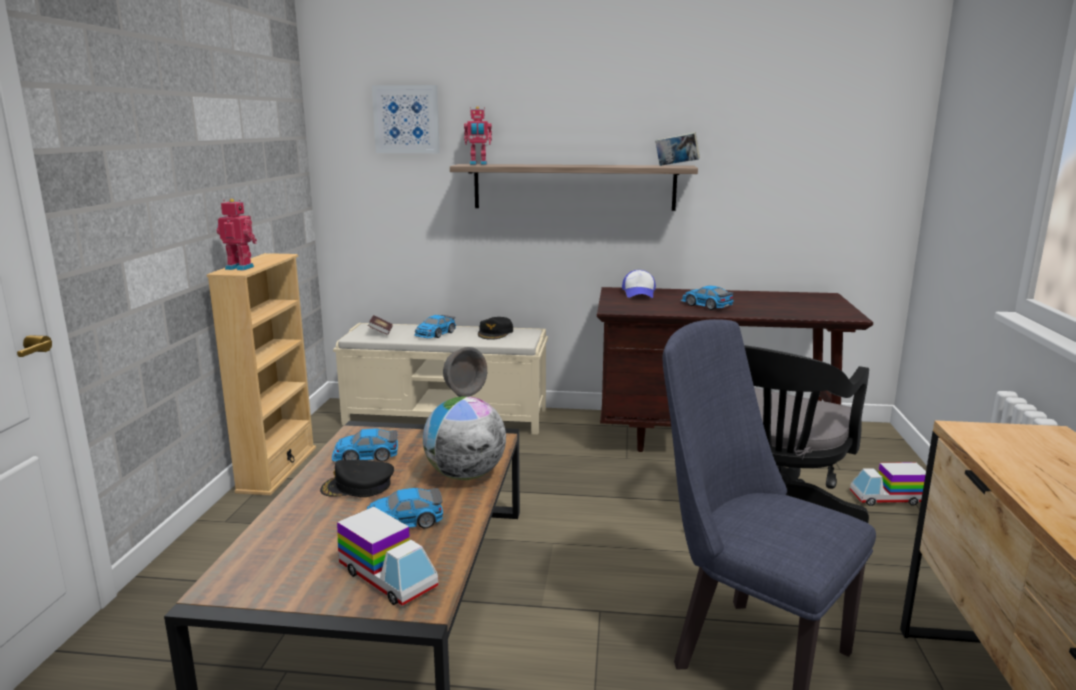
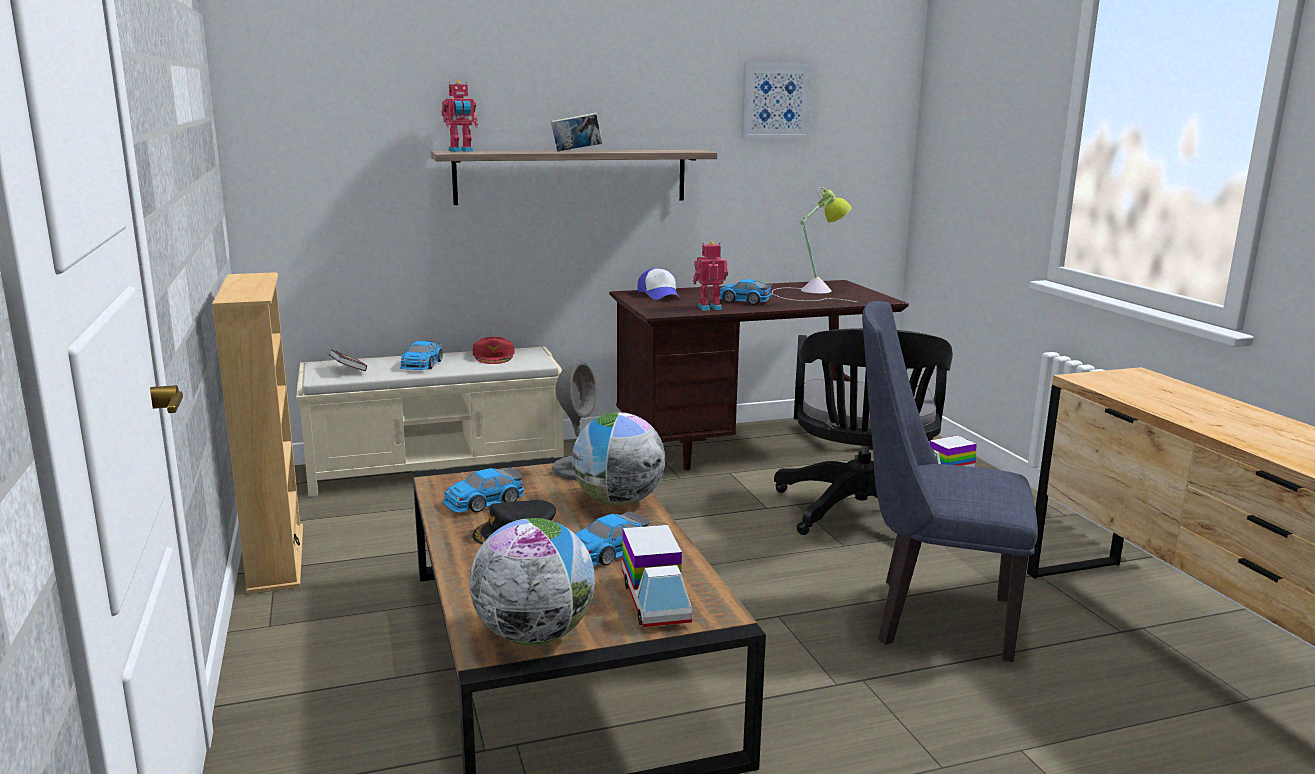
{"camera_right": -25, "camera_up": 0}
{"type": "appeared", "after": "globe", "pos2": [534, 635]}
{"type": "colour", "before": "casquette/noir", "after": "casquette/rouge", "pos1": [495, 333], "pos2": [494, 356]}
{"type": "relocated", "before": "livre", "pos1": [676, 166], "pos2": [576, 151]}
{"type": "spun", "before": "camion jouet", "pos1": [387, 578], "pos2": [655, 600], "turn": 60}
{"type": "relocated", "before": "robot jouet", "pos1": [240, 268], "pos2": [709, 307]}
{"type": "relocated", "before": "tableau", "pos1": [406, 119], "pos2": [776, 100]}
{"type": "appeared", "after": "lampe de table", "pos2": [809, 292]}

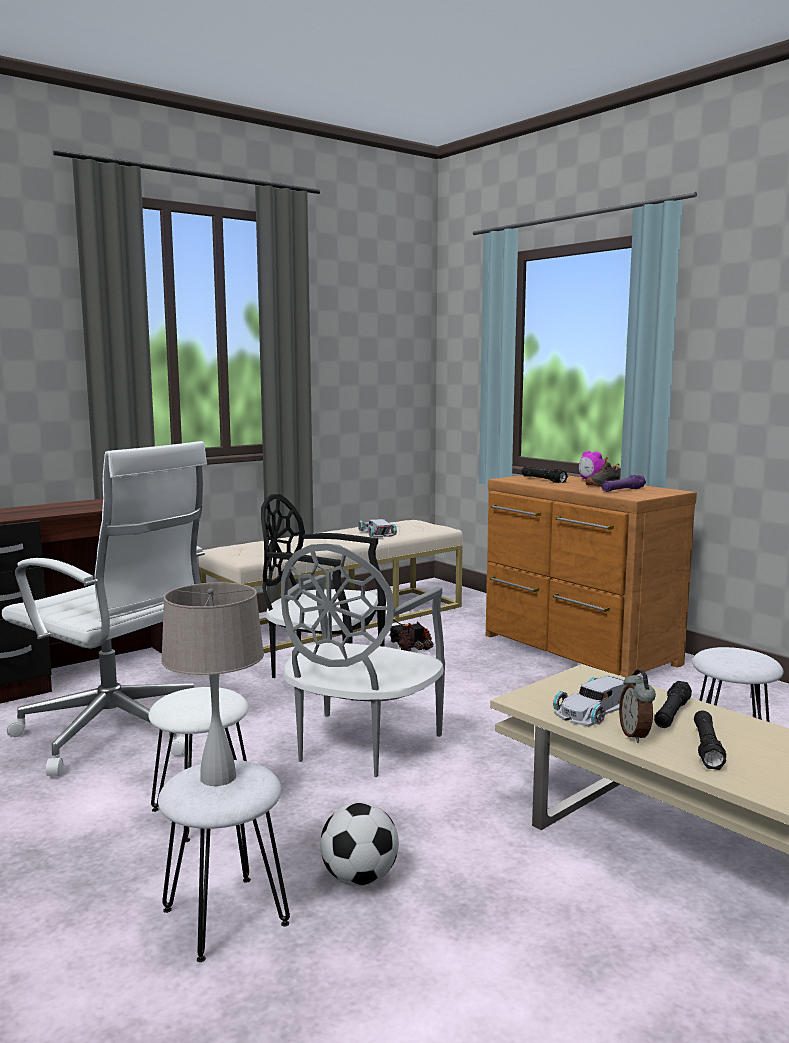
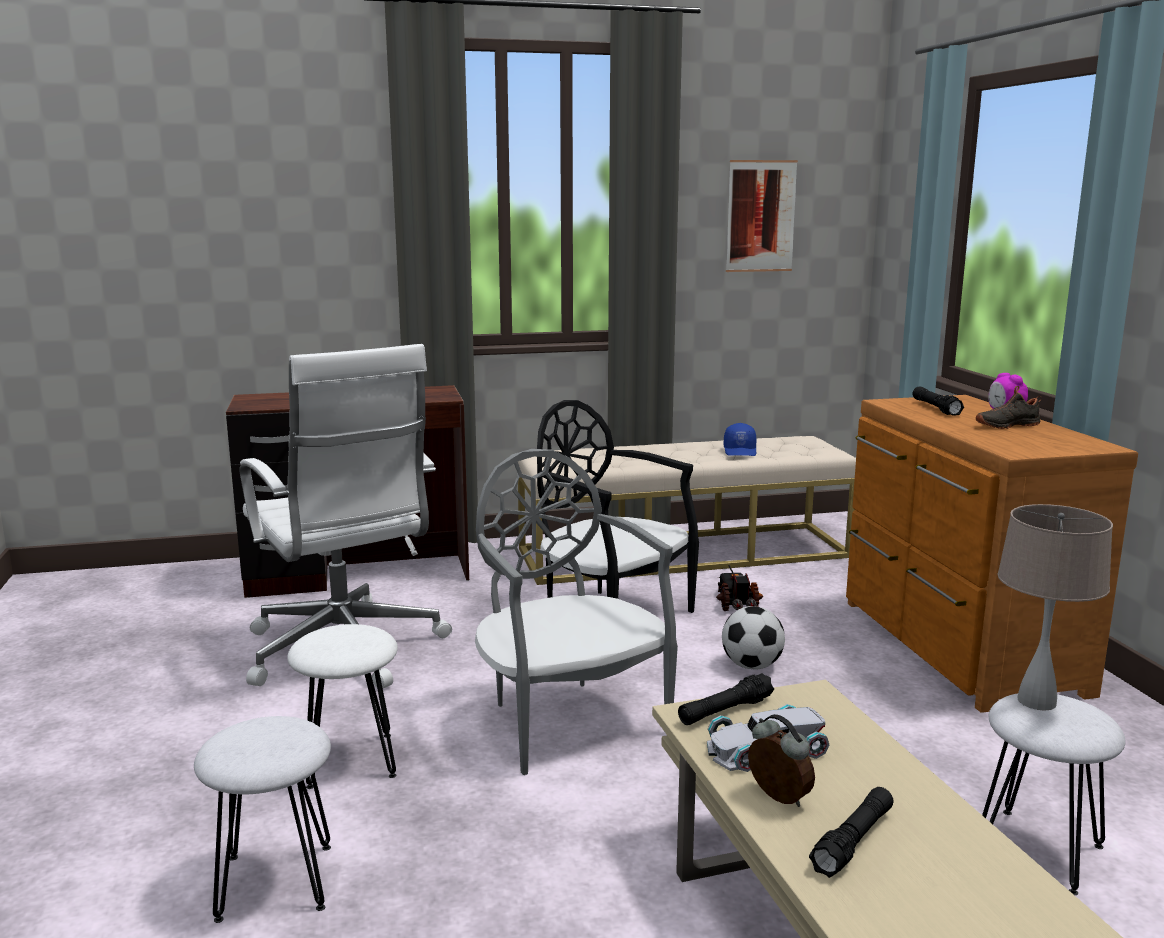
{"camera_right": 25, "camera_up": 5}
{"type": "spun", "before": "chaise/gris", "pos1": [359, 746], "pos2": [568, 720], "turn": 105}
{"type": "relocated", "before": "lampe de poche/noir", "pos1": [672, 714], "pos2": [725, 711]}
{"type": "relocated", "before": "ballon de foot", "pos1": [360, 878], "pos2": [752, 666]}
{"type": "exchanged", "before": "petite voiture/blanc", "after": "casquette/bleu", "pos1": [377, 532], "pos2": [740, 451]}
{"type": "appeared", "after": "tableau", "pos2": [761, 216]}
{"type": "spun", "before": "réveil", "pos1": [636, 735], "pos2": [777, 799], "turn": 120}
{"type": "relocated", "before": "lampe de table/beige", "pos1": [217, 777], "pos2": [1036, 701]}
{"type": "missing", "before": "lampe de poche/violet", "pos1": [622, 490]}

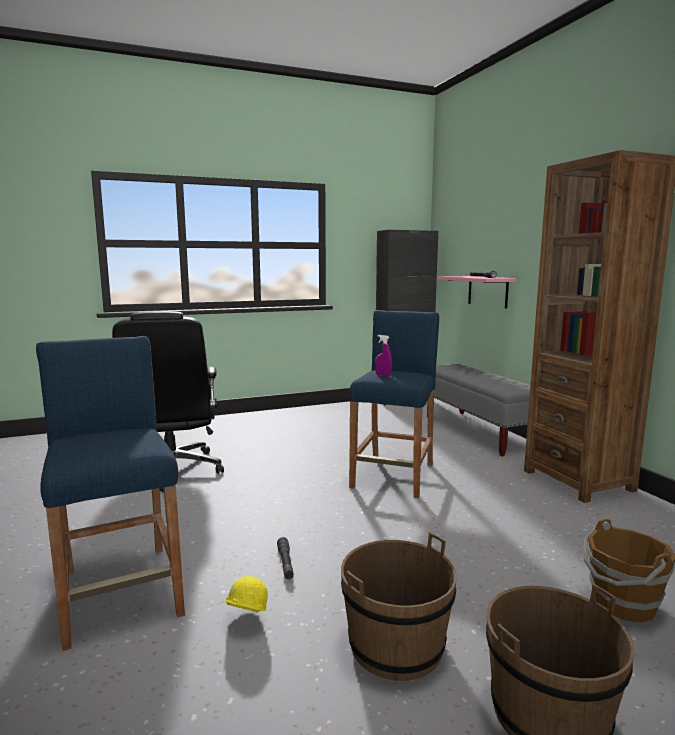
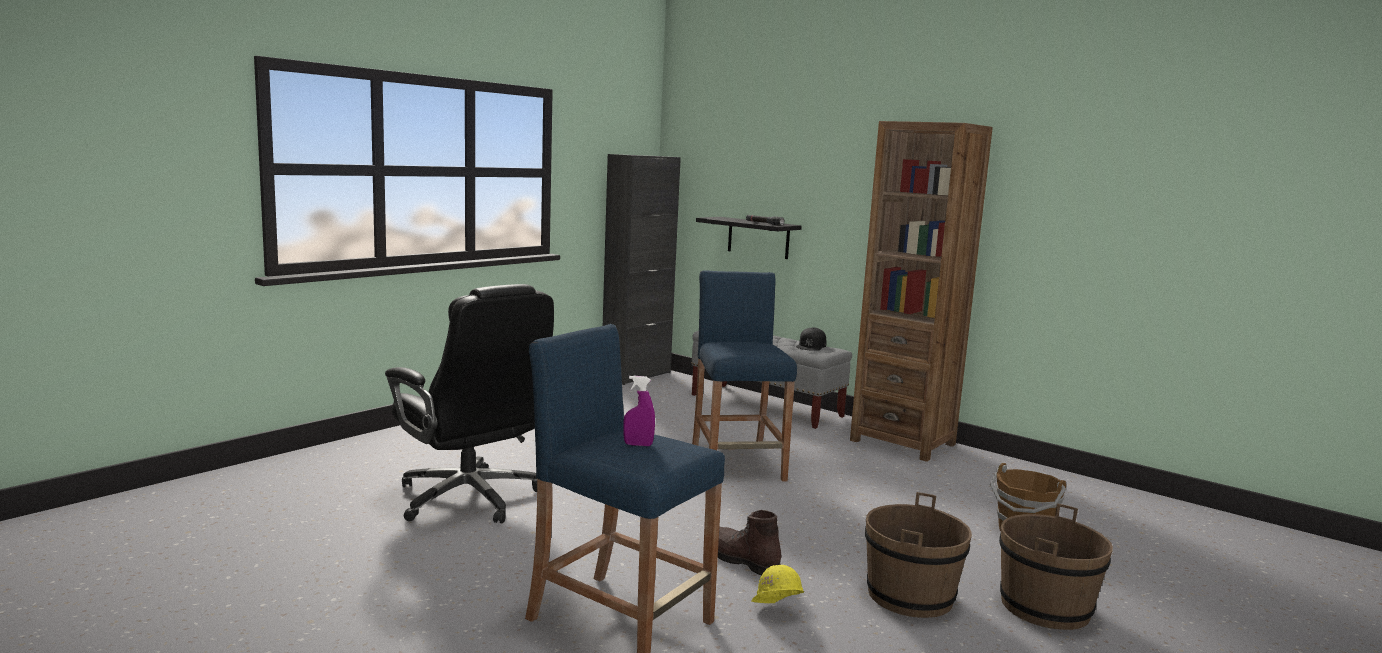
{"camera_right": -30, "camera_up": 0}
{"type": "relocated", "before": "vaporisateur/violet", "pos1": [383, 375], "pos2": [638, 445]}
{"type": "colour", "before": "étagère/rose", "after": "étagère/noir", "pos1": [487, 291], "pos2": [758, 238]}
{"type": "exchanged", "before": "lampe de poche/noir", "after": "botte/marron", "pos1": [285, 563], "pos2": [743, 561]}
{"type": "appeared", "after": "casquette/noir", "pos2": [811, 346]}

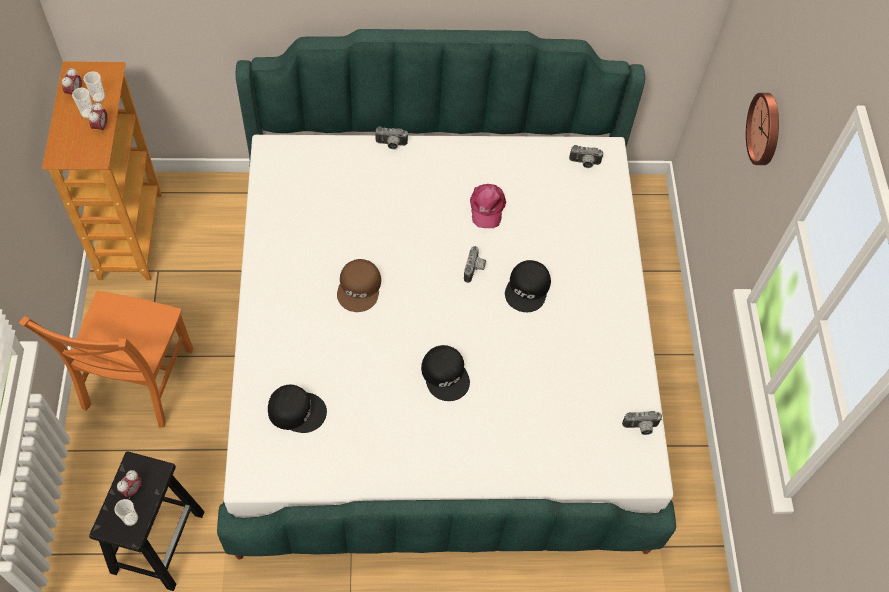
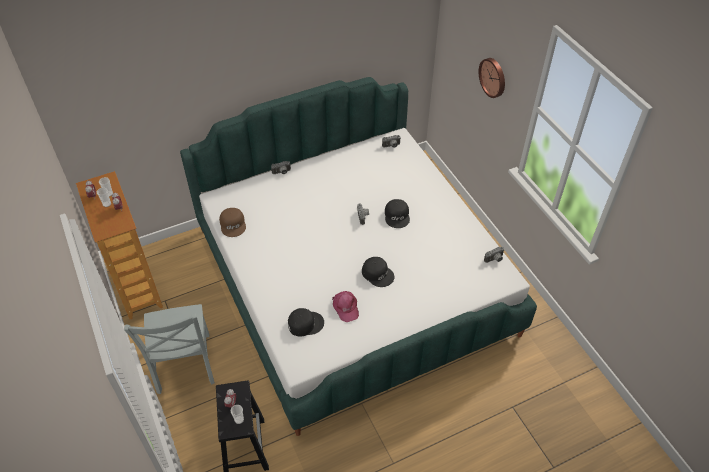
{"camera_right": -20, "camera_up": -10}
{"type": "colour", "before": "chaise/orange", "after": "chaise/gris", "pos1": [136, 383], "pos2": [184, 366]}
{"type": "relocated", "before": "casquette/marron", "pos1": [360, 288], "pos2": [233, 224]}
{"type": "relocated", "before": "casquette/rose", "pos1": [486, 207], "pos2": [345, 307]}

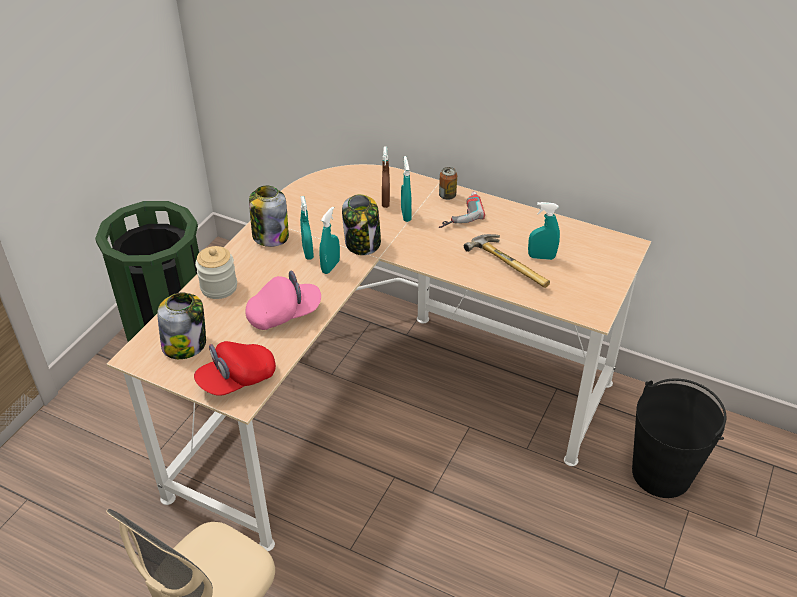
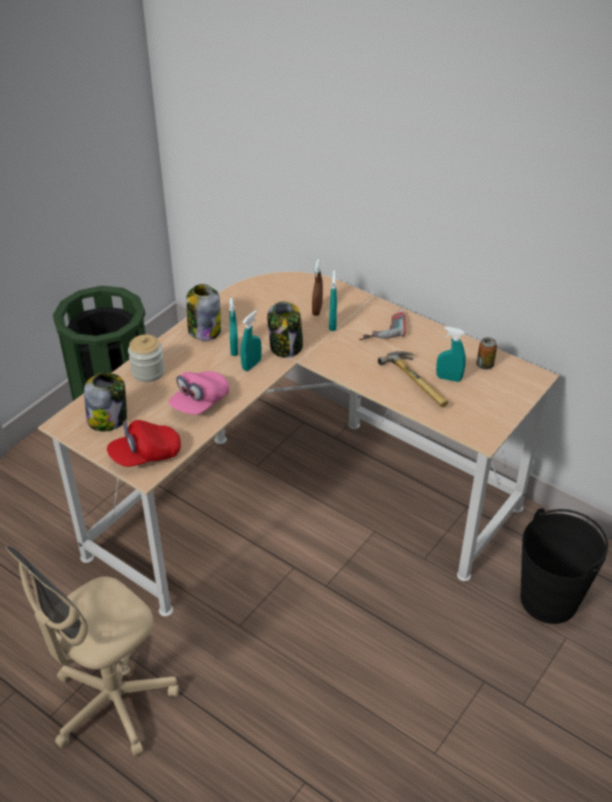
{"camera_right": 10, "camera_up": 0}
{"type": "spun", "before": "casquette/rose", "pos1": [284, 314], "pos2": [200, 403], "turn": 135}
{"type": "relocated", "before": "boîte métallique", "pos1": [447, 196], "pos2": [485, 365]}

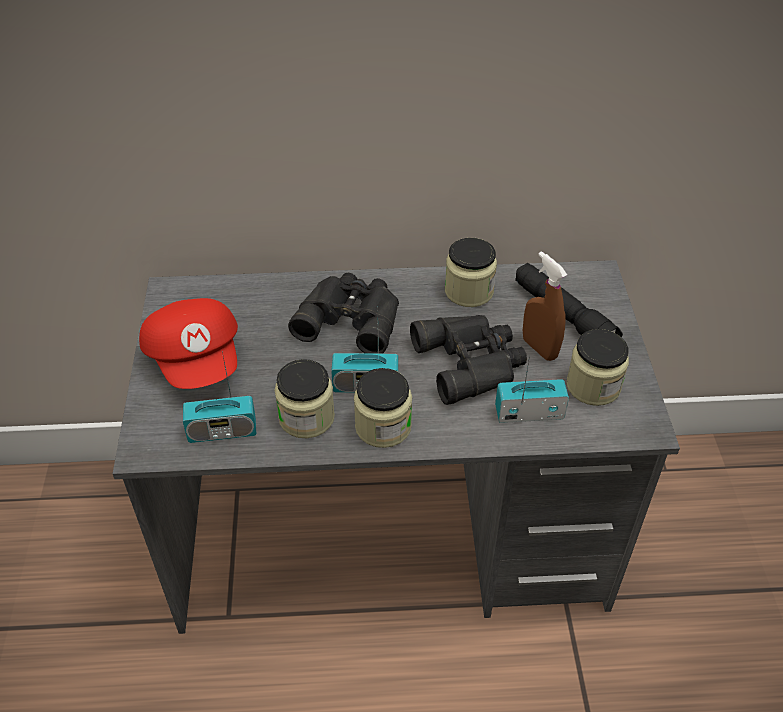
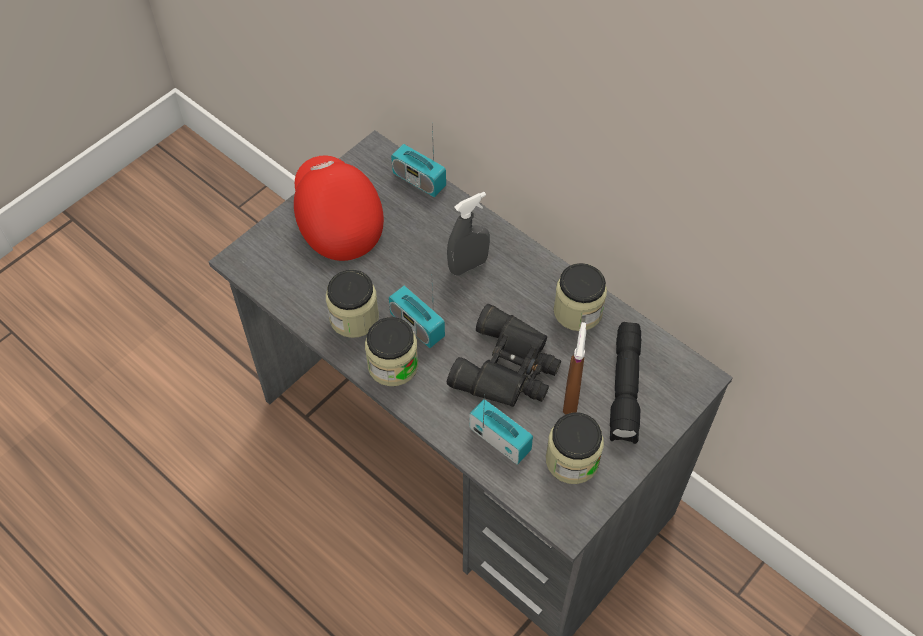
{"camera_right": 45, "camera_up": 10}
{"type": "spun", "before": "casquette/rouge", "pos1": [197, 359], "pos2": [336, 219], "turn": 135}
{"type": "relocated", "before": "radio", "pos1": [222, 431], "pos2": [419, 180]}
{"type": "exchanged", "before": "jumelles/noir", "after": "vaporisateur/gris", "pos1": [351, 317], "pos2": [468, 266]}

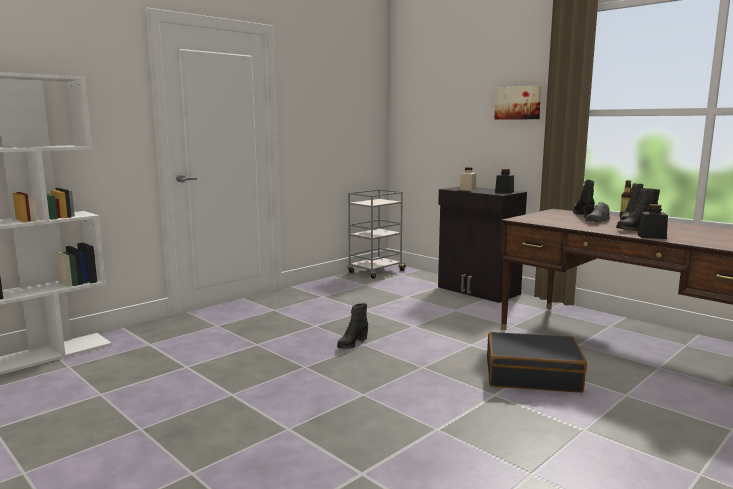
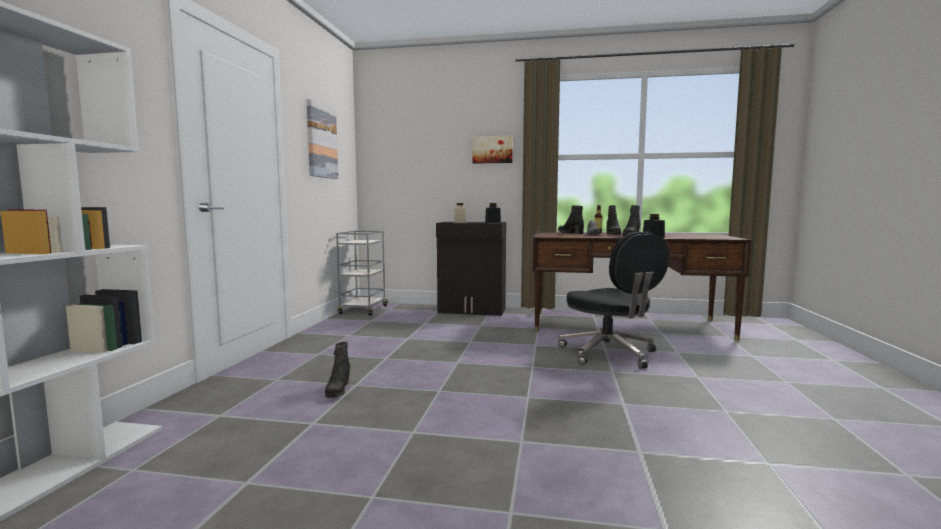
{"camera_right": -35, "camera_up": -5}
{"type": "appeared", "after": "tableau", "pos2": [321, 141]}
{"type": "relocated", "before": "botte/noir", "pos1": [352, 344], "pos2": [337, 390]}
{"type": "exchanged", "before": "valise/noir", "after": "chaise de bureau/noir", "pos1": [532, 375], "pos2": [609, 354]}

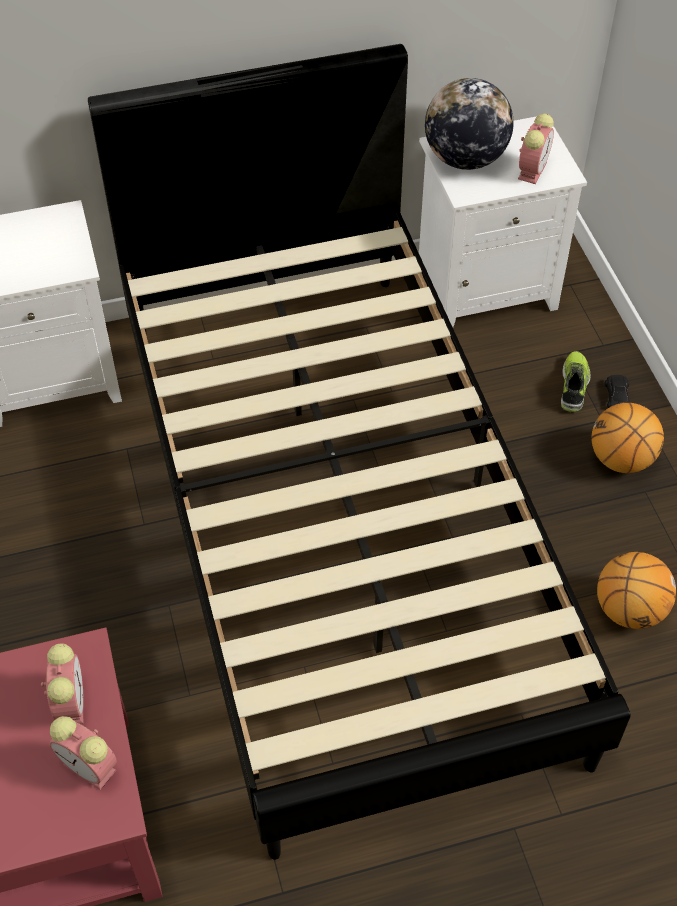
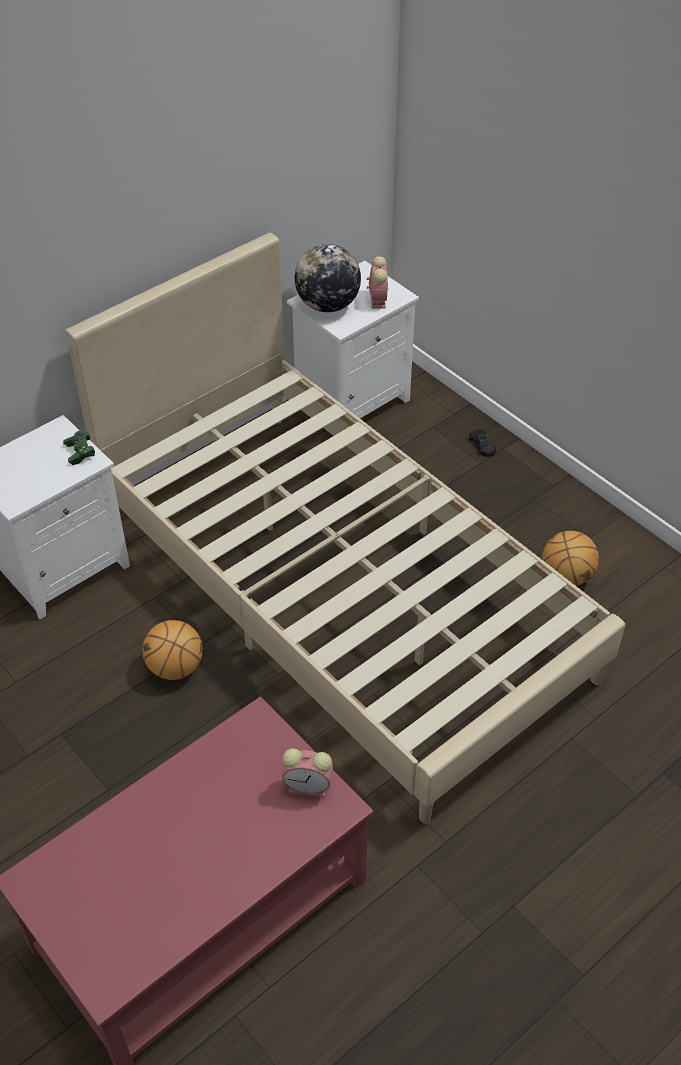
{"camera_right": -25, "camera_up": -5}
{"type": "appeared", "after": "manette/vert", "pos2": [80, 452]}
{"type": "colour", "before": "lit/noir", "after": "lit/beige", "pos1": [338, 519], "pos2": [340, 589]}
{"type": "relocated", "before": "ballon de basket", "pos1": [621, 459], "pos2": [175, 667]}
{"type": "missing", "before": "réveil", "pos1": [70, 701]}
{"type": "missing", "before": "chaussure", "pos1": [574, 386]}

